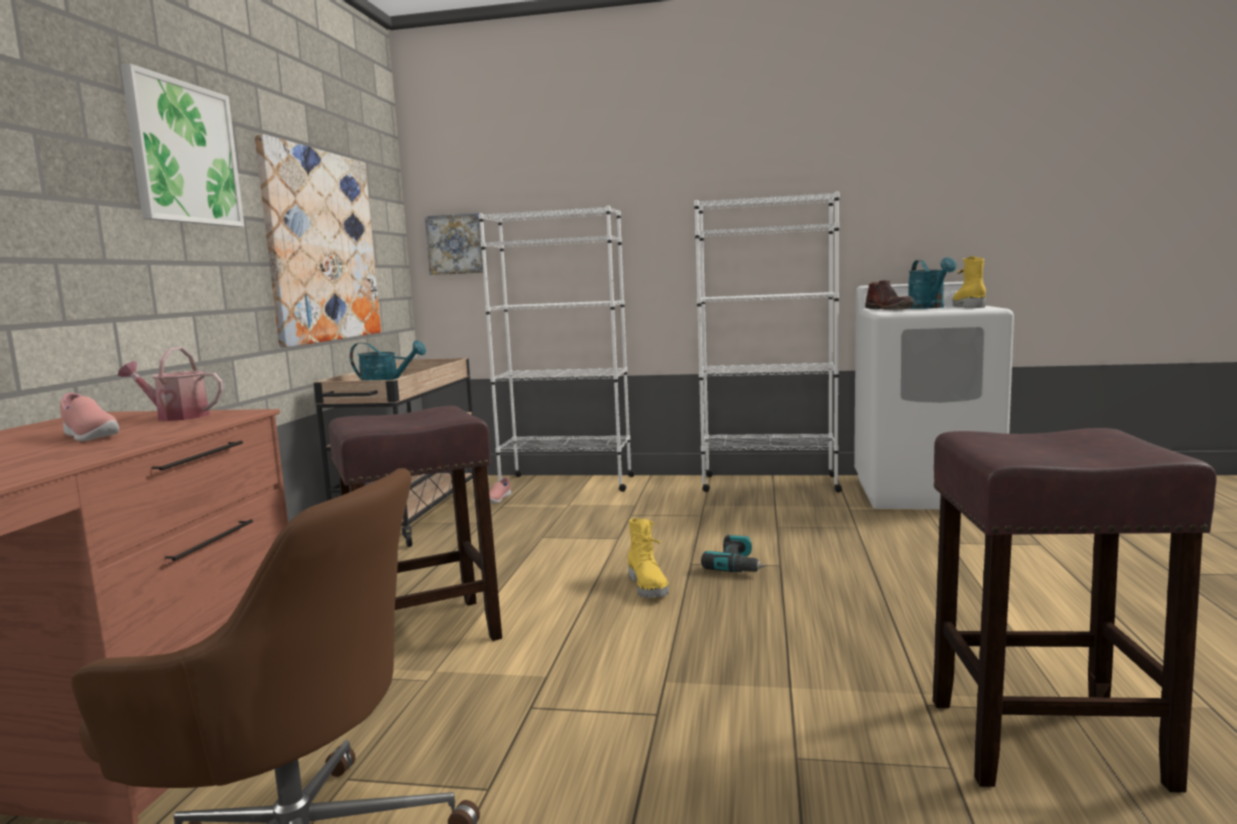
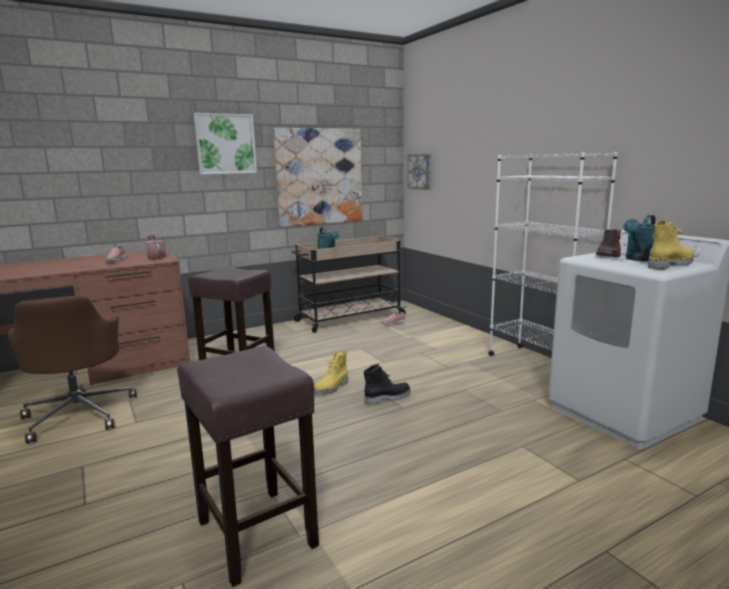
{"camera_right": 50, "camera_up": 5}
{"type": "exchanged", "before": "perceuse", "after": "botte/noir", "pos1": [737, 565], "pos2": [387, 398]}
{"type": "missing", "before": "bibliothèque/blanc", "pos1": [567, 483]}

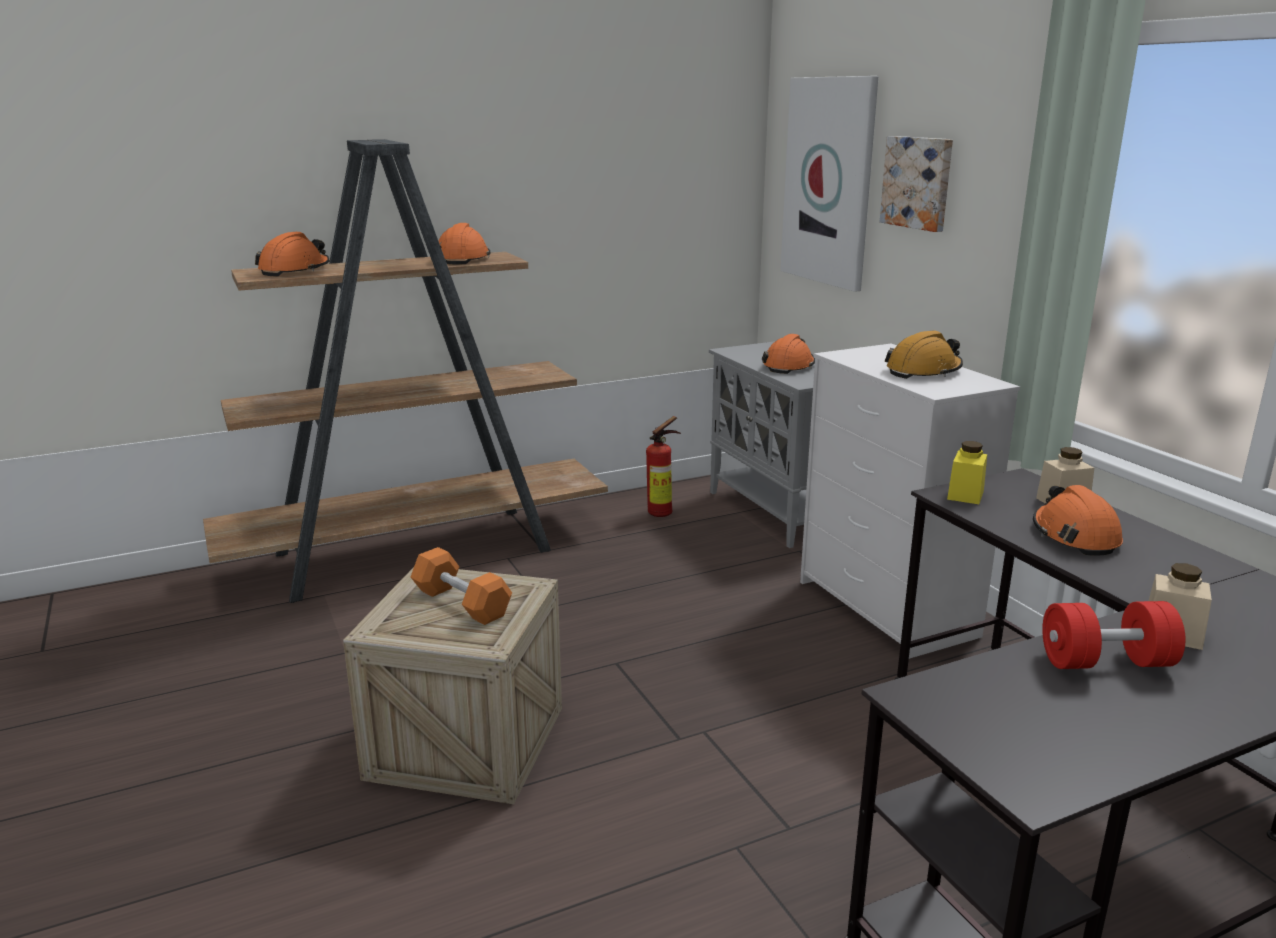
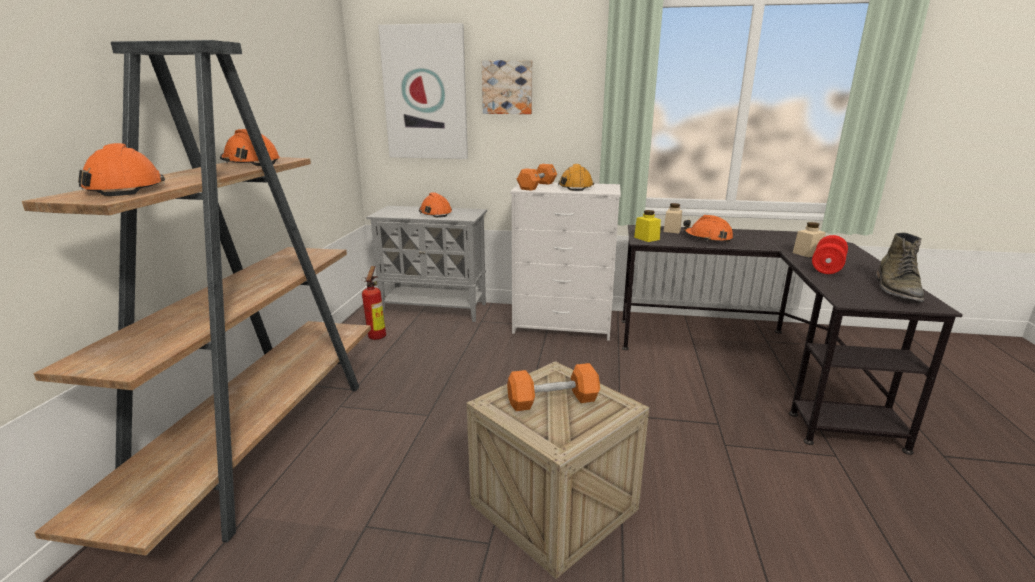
{"camera_right": -55, "camera_up": 0}
{"type": "appeared", "after": "haltère/orange", "pos2": [537, 186]}
{"type": "appeared", "after": "botte/vert", "pos2": [897, 289]}

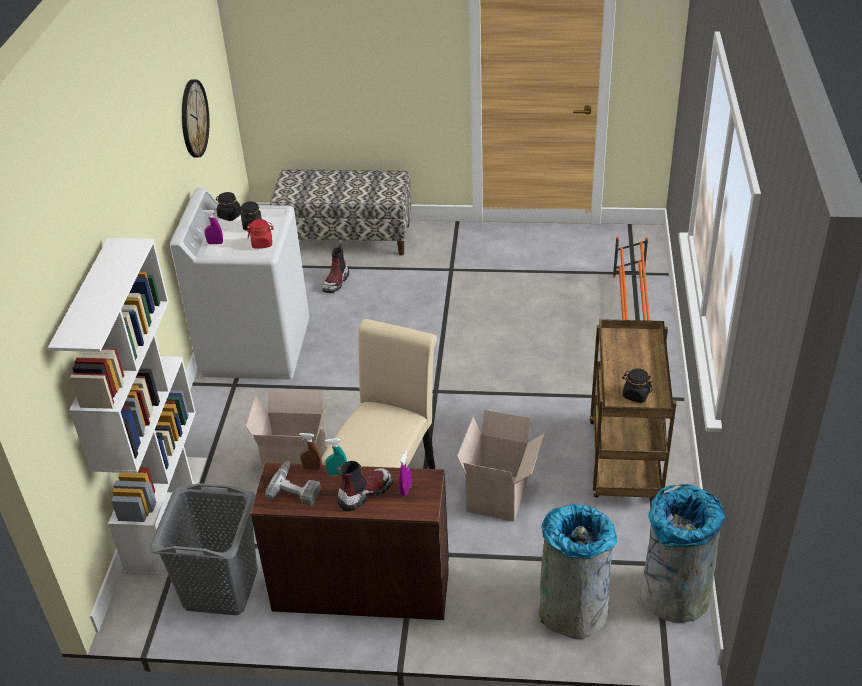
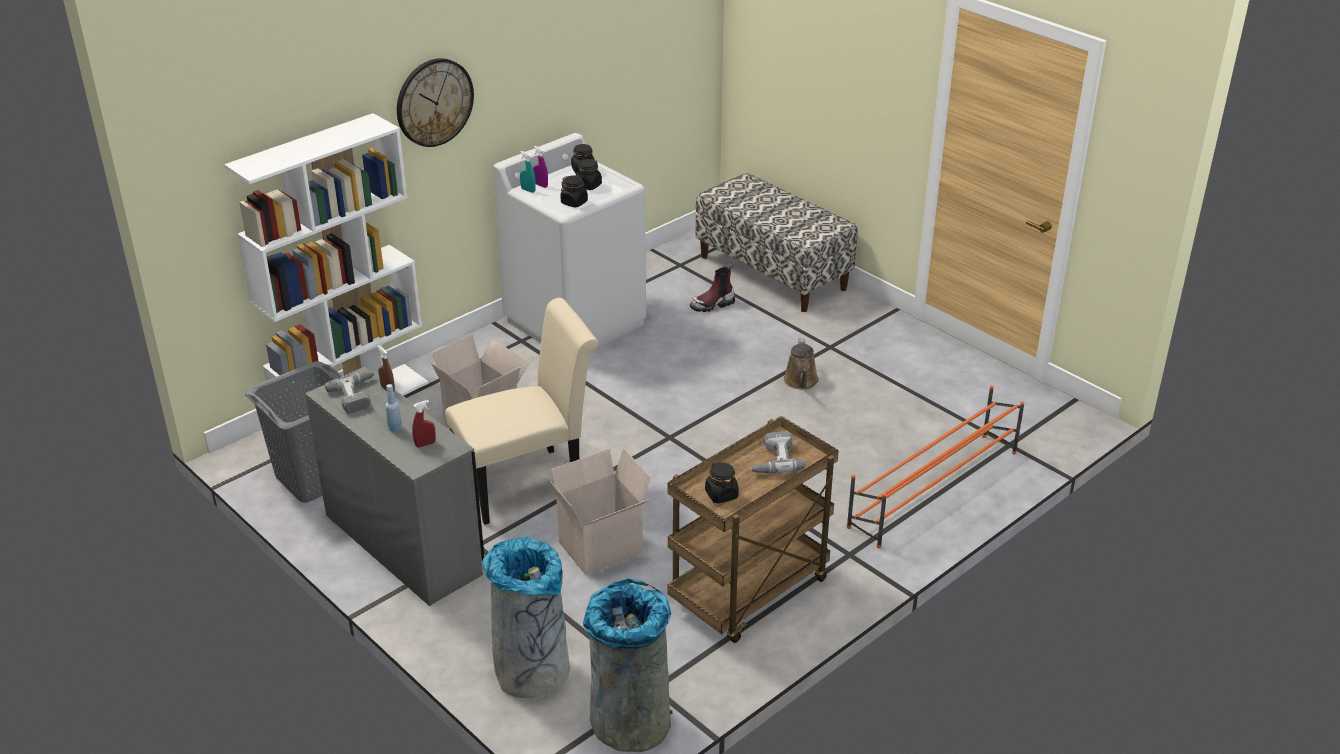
{"camera_right": 40, "camera_up": -5}
{"type": "colour", "before": "bureau/marron", "after": "bureau/gris", "pos1": [361, 588], "pos2": [405, 543]}
{"type": "exchanged", "before": "botte", "after": "bouteille/bleu", "pos1": [364, 493], "pos2": [395, 428]}
{"type": "relocated", "before": "horloge murale", "pos1": [193, 118], "pos2": [434, 102]}
{"type": "colour", "before": "vaporisateur/violet", "after": "vaporisateur/rouge", "pos1": [406, 489], "pos2": [425, 444]}
{"type": "relocated", "before": "vaporisateur/turquoise", "pos1": [337, 473], "pos2": [528, 190]}
{"type": "colour", "before": "bocal/rouge", "after": "bocal/noir", "pos1": [262, 243], "pos2": [574, 202]}
{"type": "appeared", "after": "perceuse", "pos2": [772, 460]}
{"type": "appeared", "after": "arrosoir/marron", "pos2": [801, 382]}

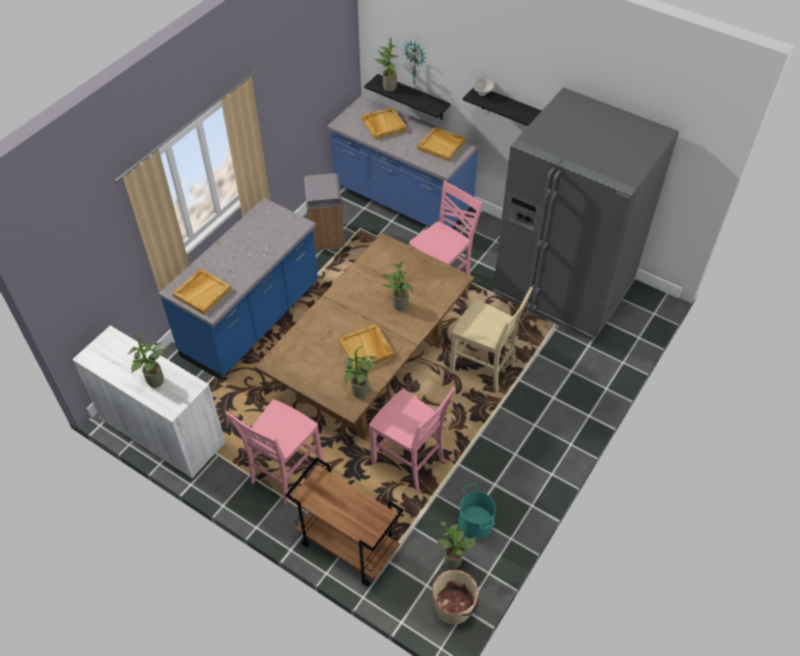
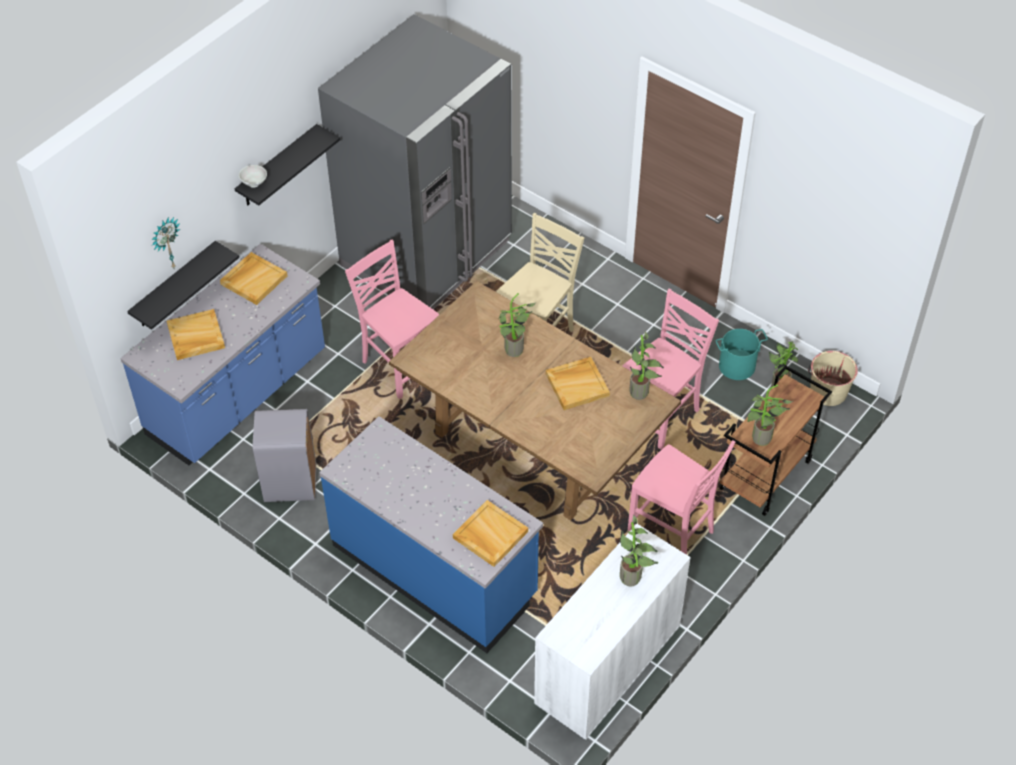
{"camera_right": -85, "camera_up": 0}
{"type": "relocated", "before": "plante en pot", "pos1": [387, 87], "pos2": [760, 441]}

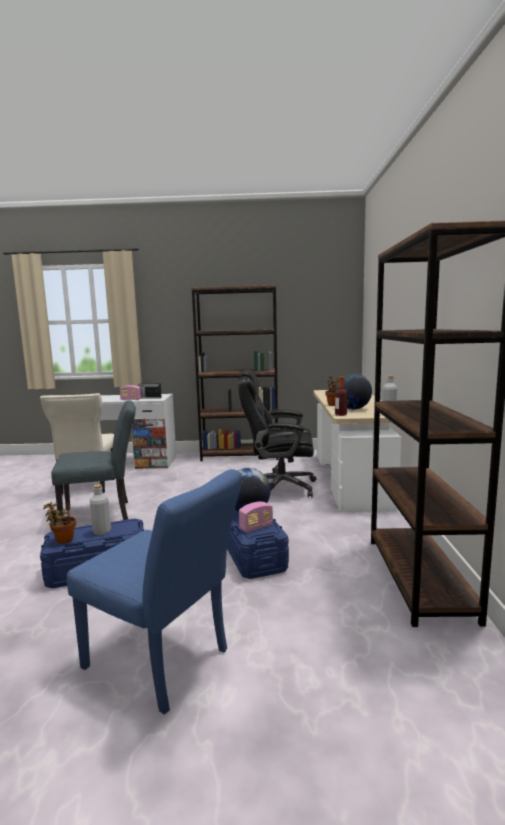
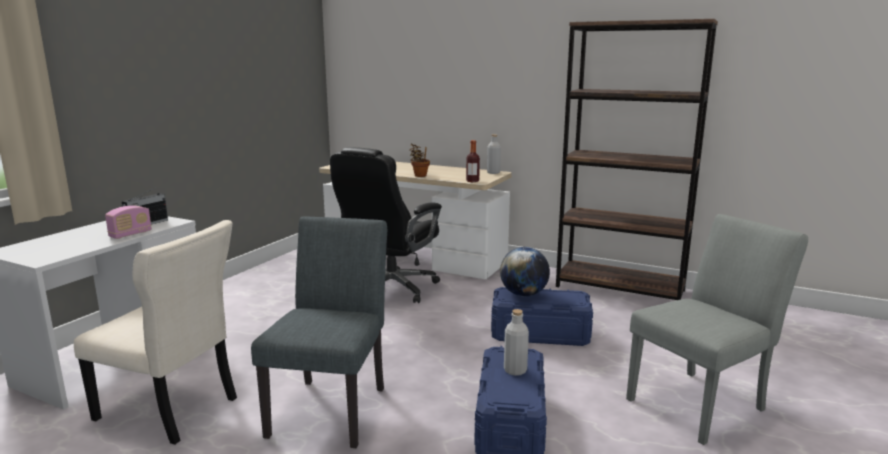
{"camera_right": -65, "camera_up": 5}
{"type": "colour", "before": "chaise/bleu", "after": "chaise/gris", "pos1": [164, 662], "pos2": [702, 402]}
{"type": "missing", "before": "plante en pot", "pos1": [63, 540]}
{"type": "missing", "before": "bibliothèque/marron", "pos1": [240, 456]}
{"type": "missing", "before": "radio", "pos1": [256, 527]}
{"type": "missing", "before": "globe", "pos1": [353, 409]}

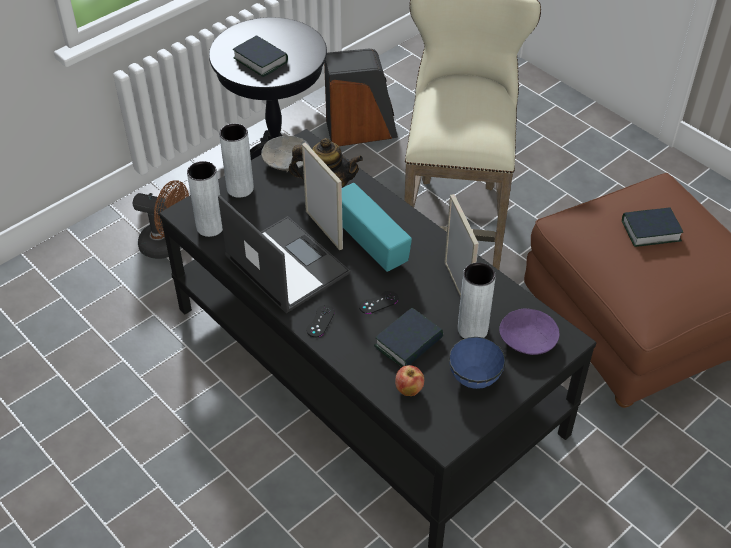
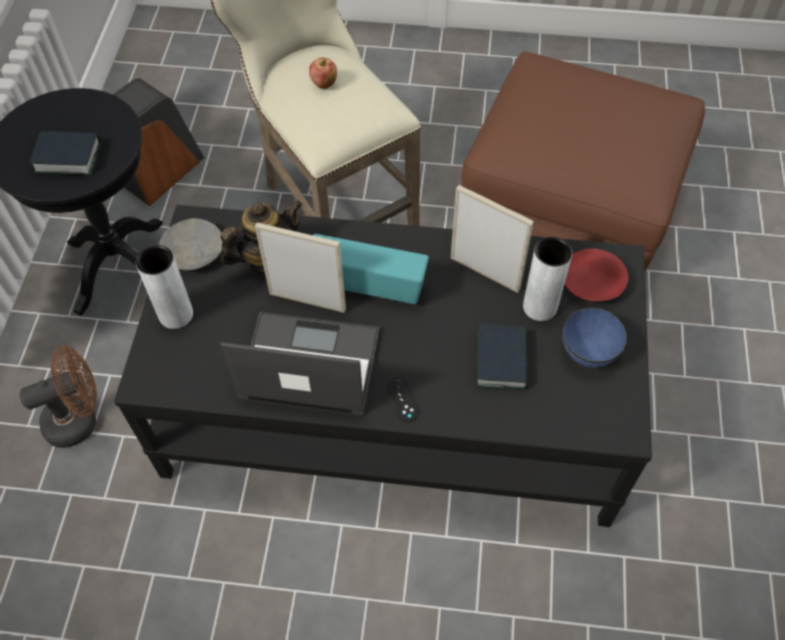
{"camera_right": -40, "camera_up": 10}
{"type": "relocated", "before": "pomme", "pos1": [408, 390], "pos2": [324, 84]}
{"type": "colour", "before": "bol/violet", "after": "bol/rouge", "pos1": [528, 339], "pos2": [591, 282]}
{"type": "missing", "before": "vase/gris", "pos1": [210, 227]}
{"type": "missing", "before": "manette/noir", "pos1": [378, 302]}
{"type": "missing", "before": "livre", "pos1": [650, 231]}

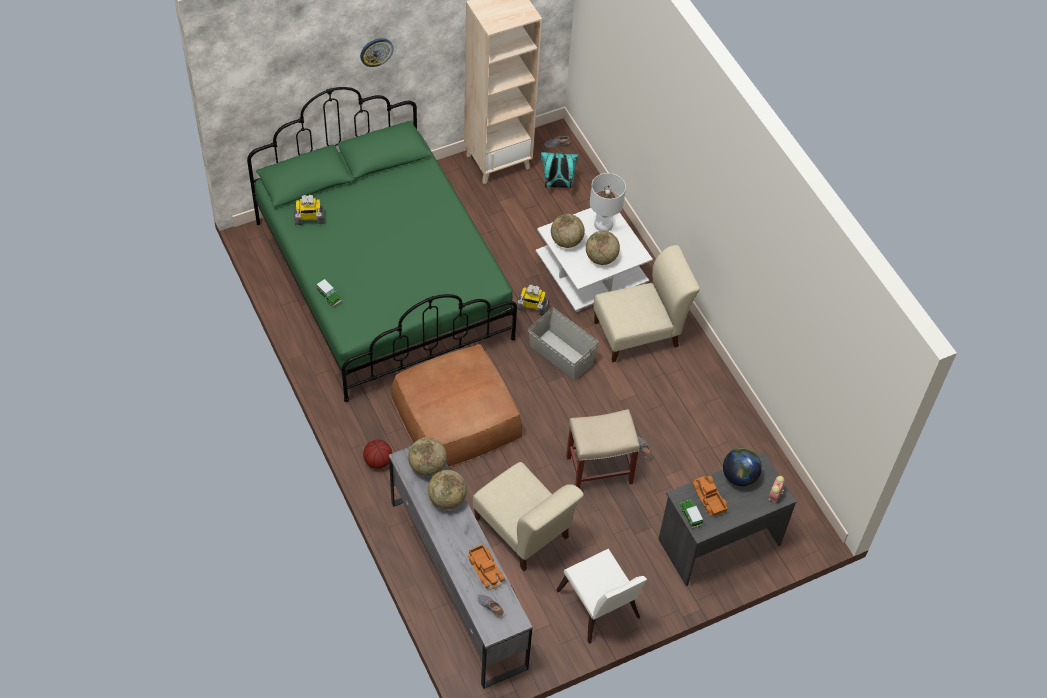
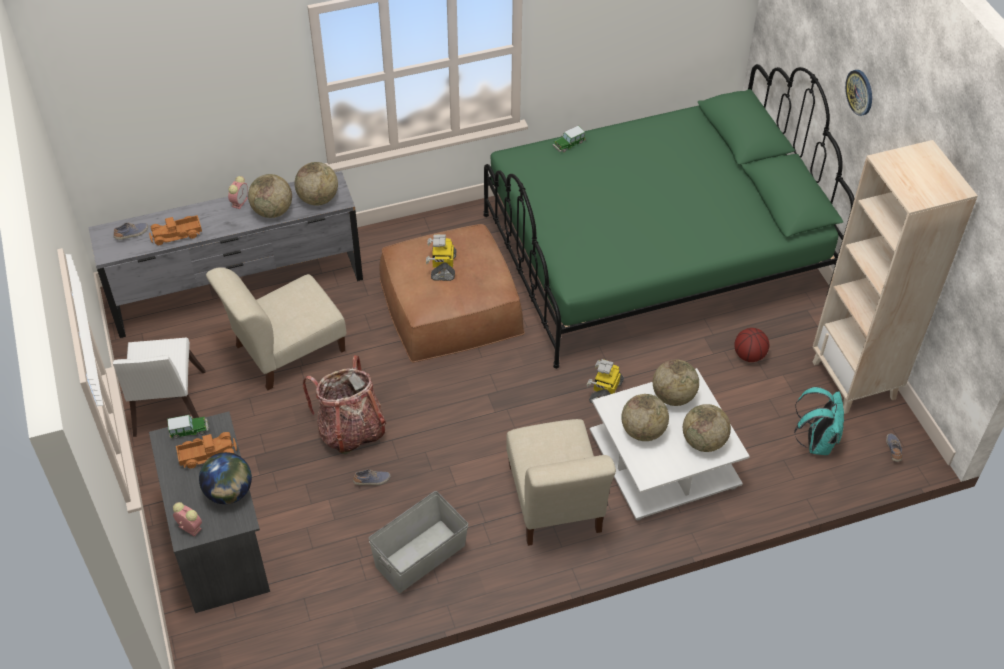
{"camera_right": 100, "camera_up": -5}
{"type": "spun", "before": "chaise/blanc", "pos1": [599, 609], "pos2": [168, 408], "turn": -75}
{"type": "appeared", "after": "réveil", "pos2": [240, 201]}
{"type": "exchanged", "before": "tabouret/beige", "after": "sac à dos", "pos1": [598, 470], "pos2": [351, 430]}
{"type": "relocated", "before": "boîte de rangement/gris", "pos1": [561, 355], "pos2": [419, 556]}
{"type": "relocated", "before": "robot jouet", "pos1": [309, 219], "pos2": [442, 267]}
{"type": "exchanged", "before": "lampe de table/blanc", "after": "globe", "pos1": [603, 224], "pos2": [703, 441]}
{"type": "relocated", "before": "ballon de basket", "pos1": [378, 461], "pos2": [749, 355]}

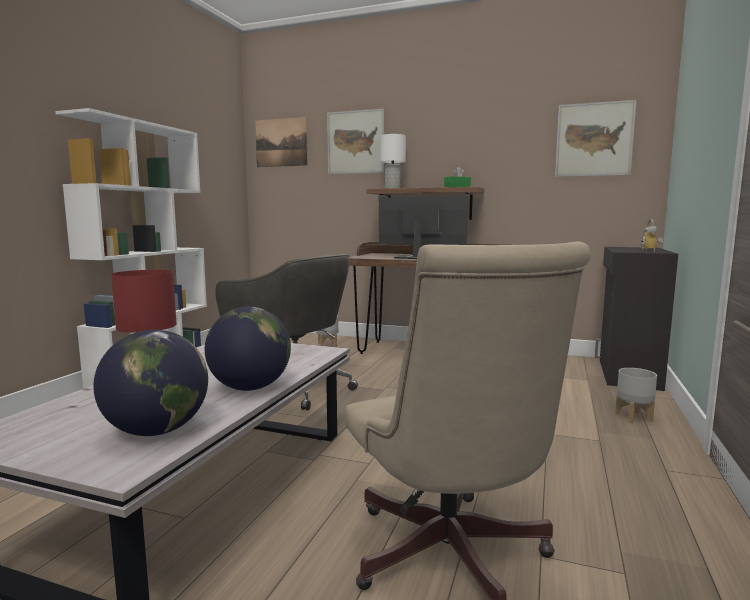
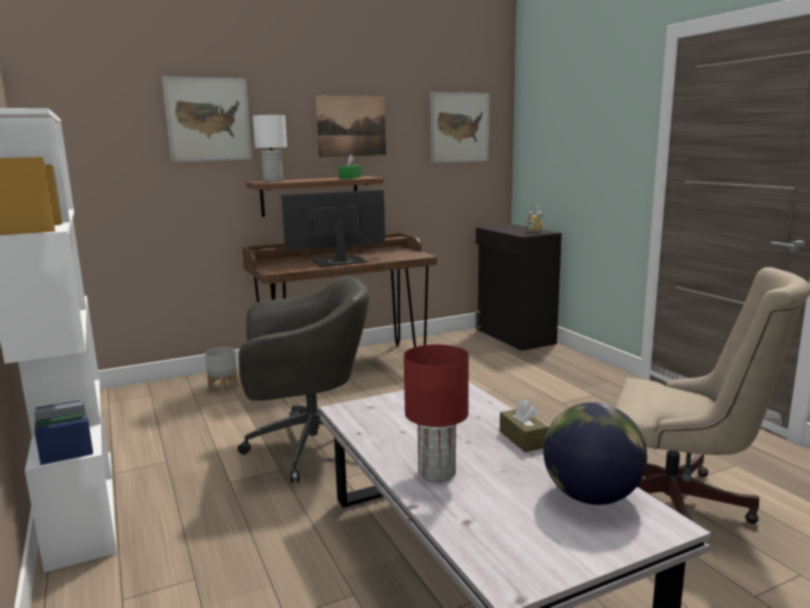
{"camera_right": -45, "camera_up": 5}
{"type": "relocated", "before": "tableau", "pos1": [281, 142], "pos2": [351, 126]}
{"type": "exchanged", "before": "globe", "after": "boîte à mouchoirs/marron", "pos1": [250, 387], "pos2": [523, 439]}
{"type": "missing", "before": "cache-pot/gris", "pos1": [634, 417]}

